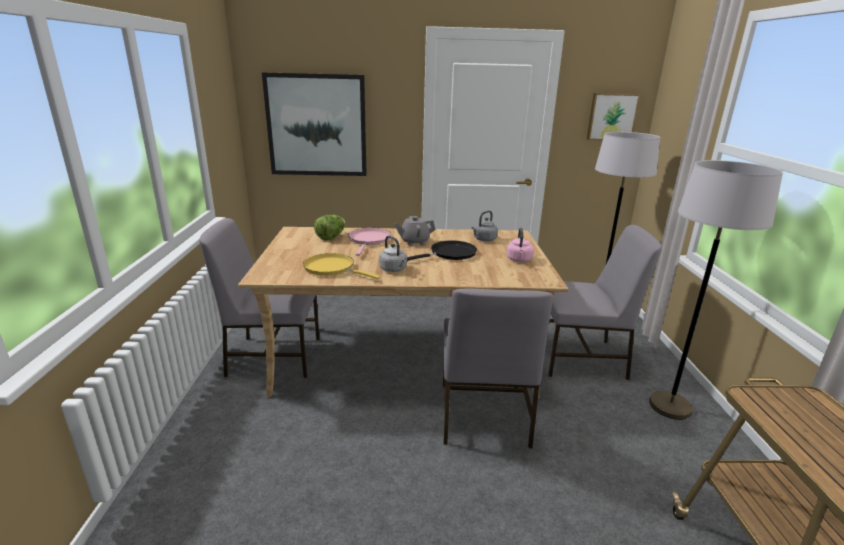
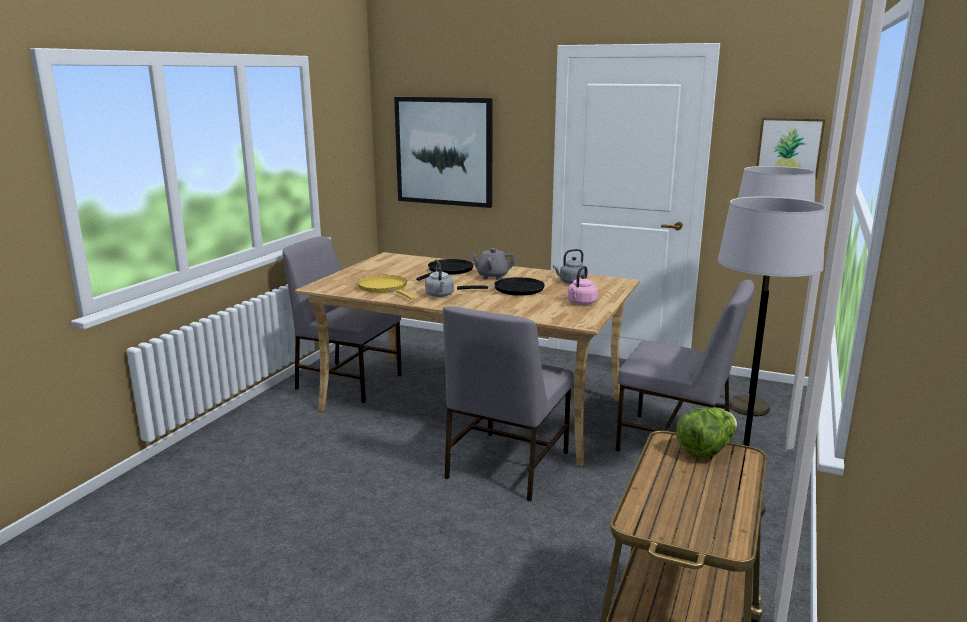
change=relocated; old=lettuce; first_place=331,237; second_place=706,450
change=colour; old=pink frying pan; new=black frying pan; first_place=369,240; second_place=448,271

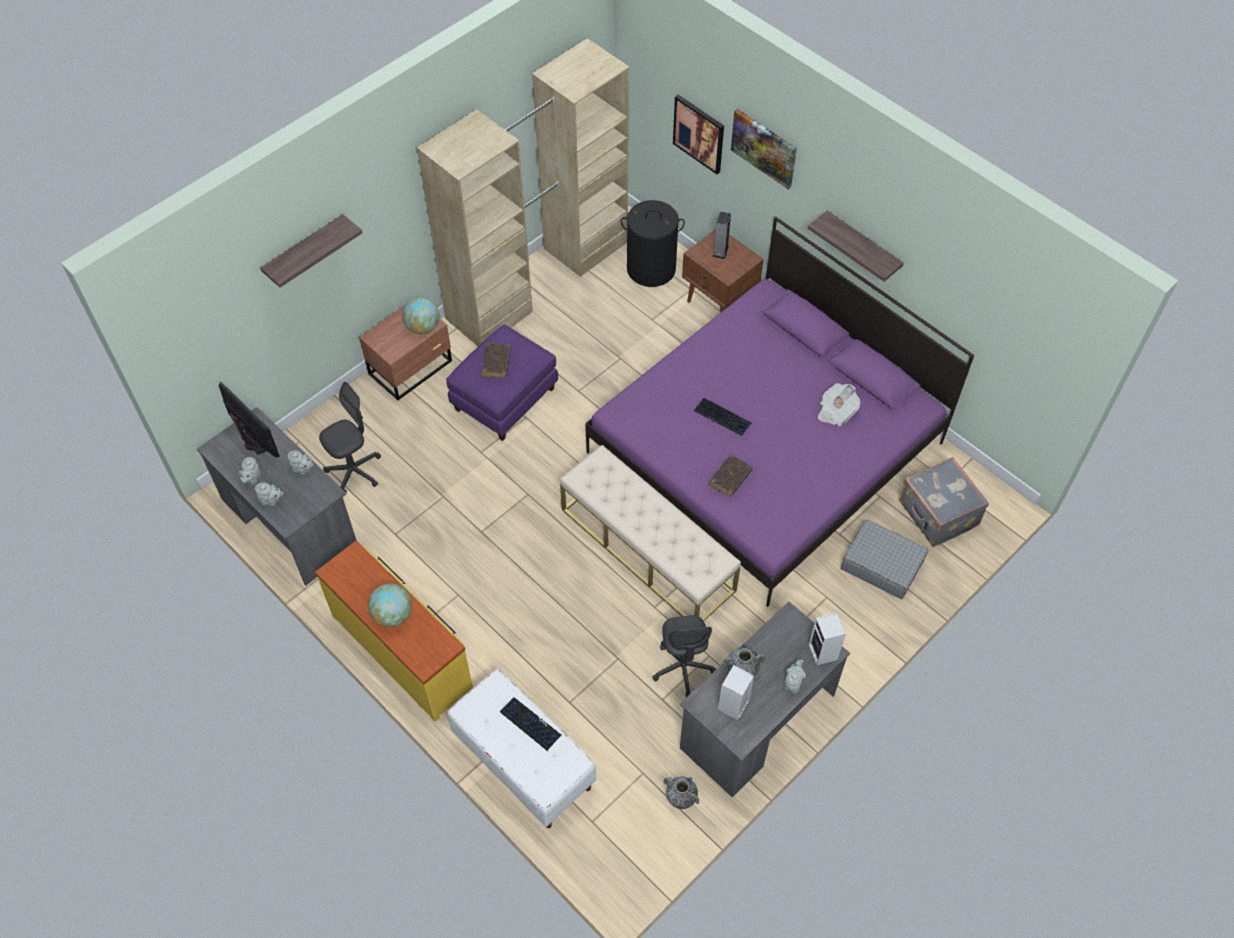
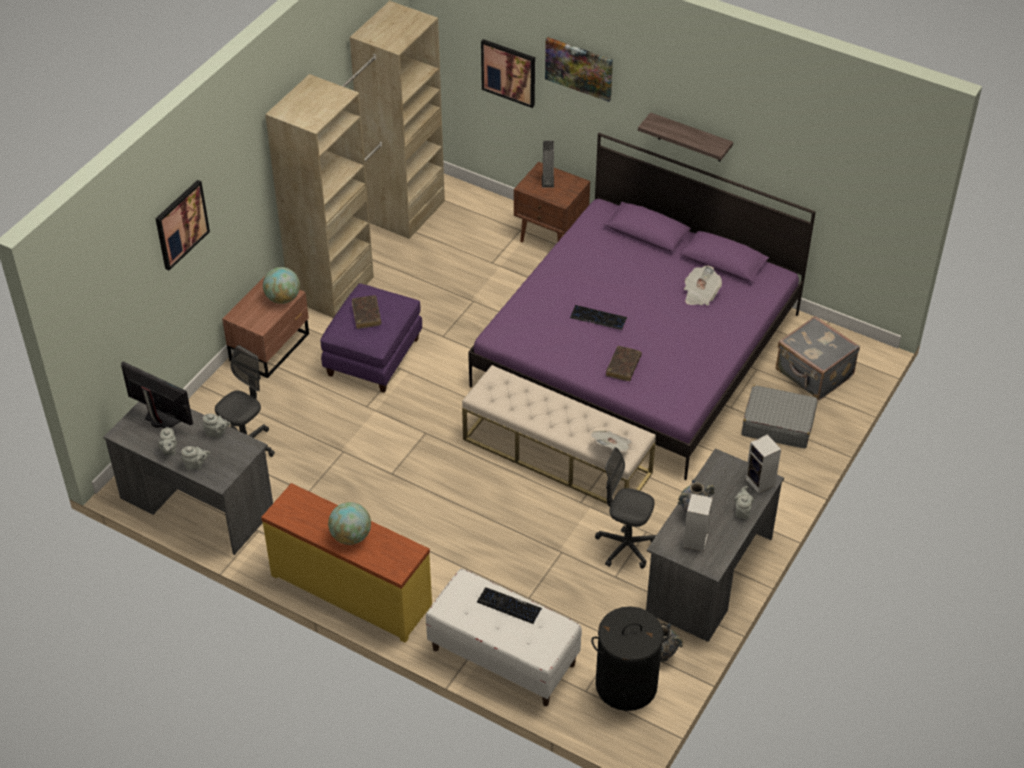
change=relocated; old=black laundry basket; first_place=651,269; second_place=626,685
change=exchanged; old=shelf; new=picture; first_place=305,251; second_place=181,224
change=spun; old=grey office chair; first_place=683,668; second_place=625,547; degrees=135
change=appeared; new=newspaper; second_place=612,448

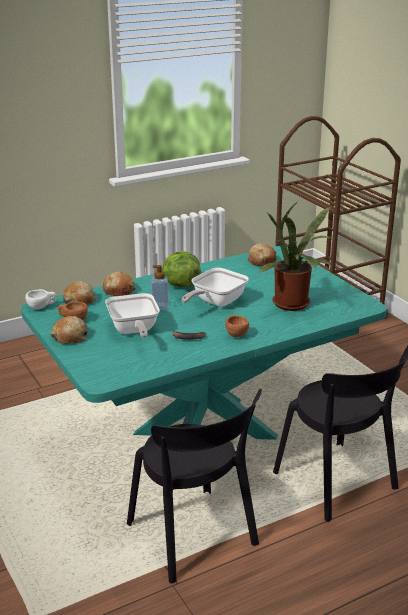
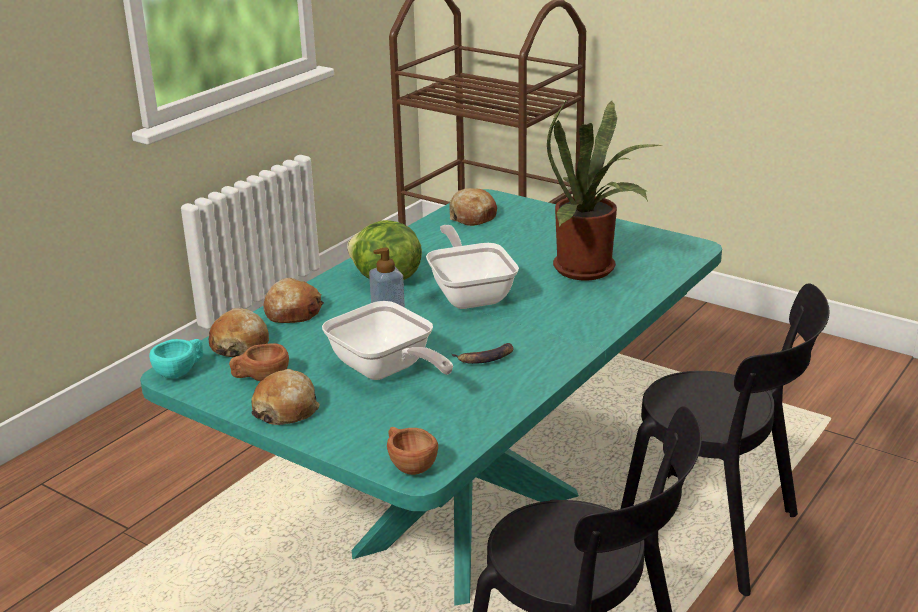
change=spun; old=frying pan; first_place=215,302; second_place=470,294; degrees=150
change=colour; old=white cup; new=turquoise cup; first_place=42,307; second_place=181,371
change=relocated; old=brown cup; first_place=236,333; second_place=409,465

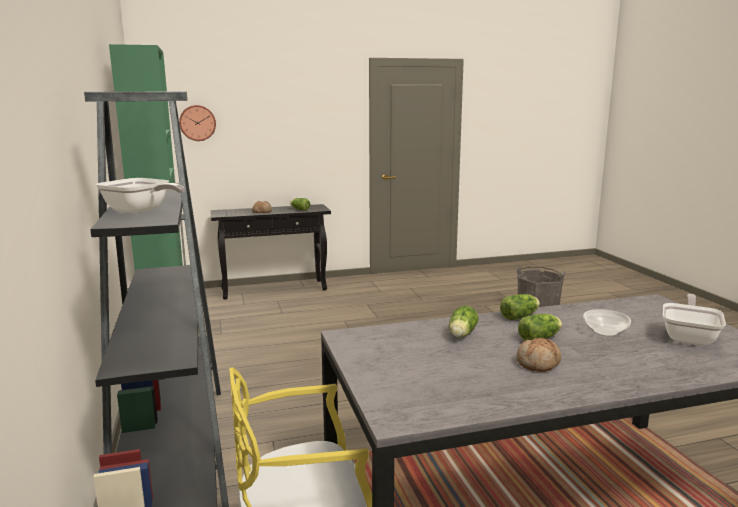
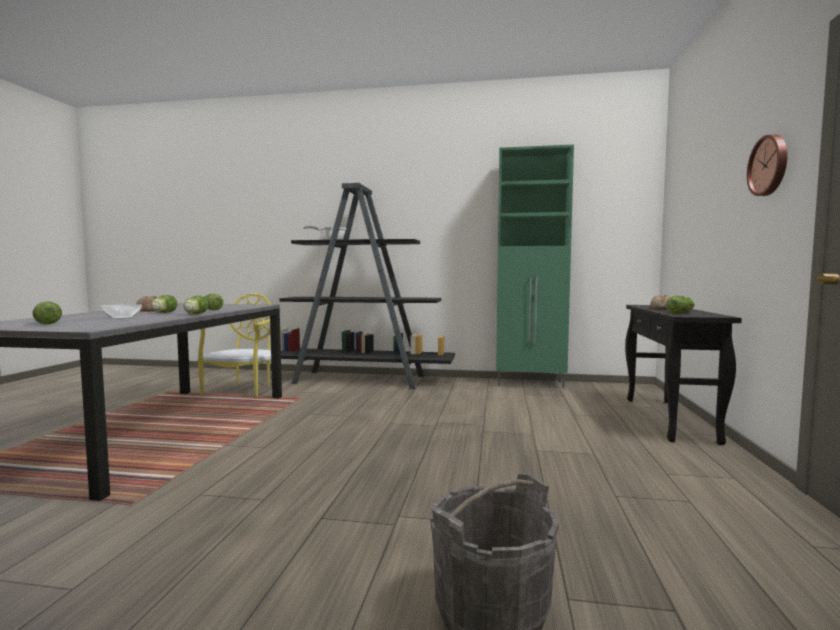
change=relocated; old=wall clock; first_place=197,123; second_place=769,165
change=exchanged; old=frying pan; new=lettuce; first_place=689,337; second_place=48,323

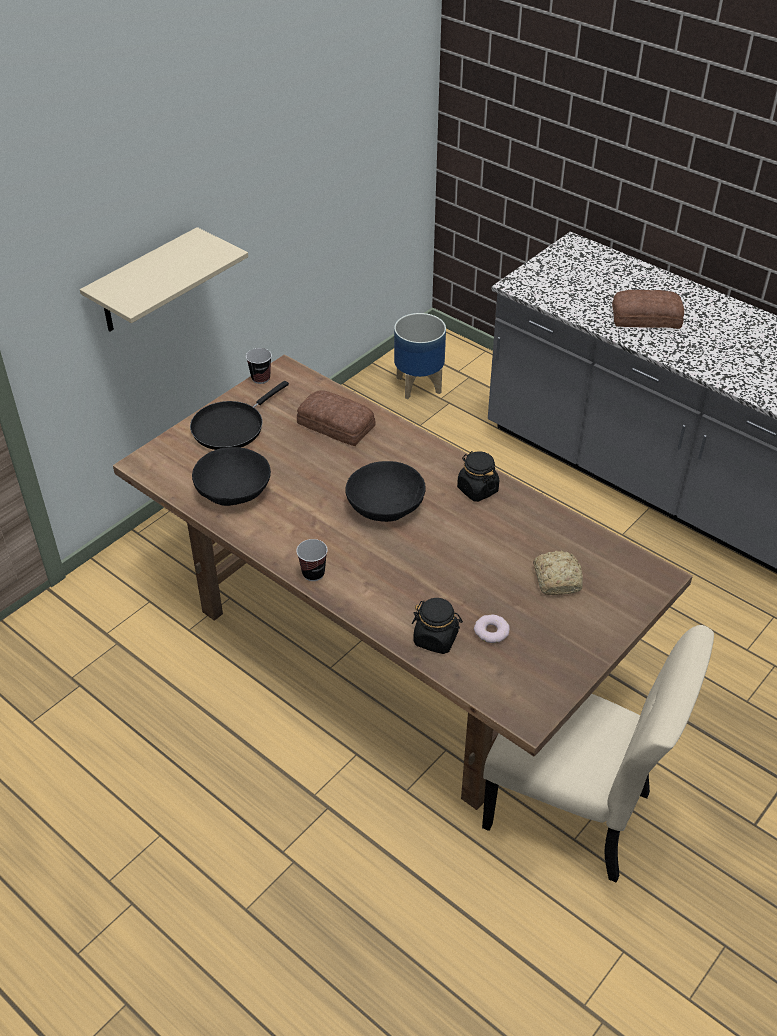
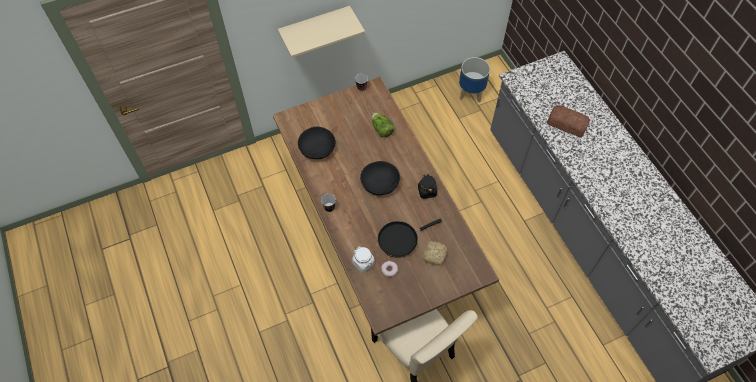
change=relocated; old=black frying pan; first_place=231,427; second_place=400,239
change=exchanged; old=bread; new=lettuce; first_place=336,426; second_place=381,129
change=colour; old=black jar; new=white jar; first_place=436,638; second_place=363,263

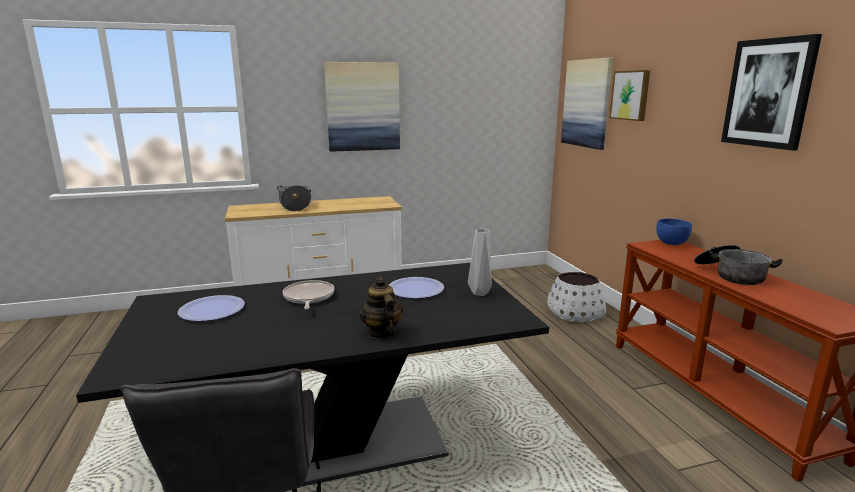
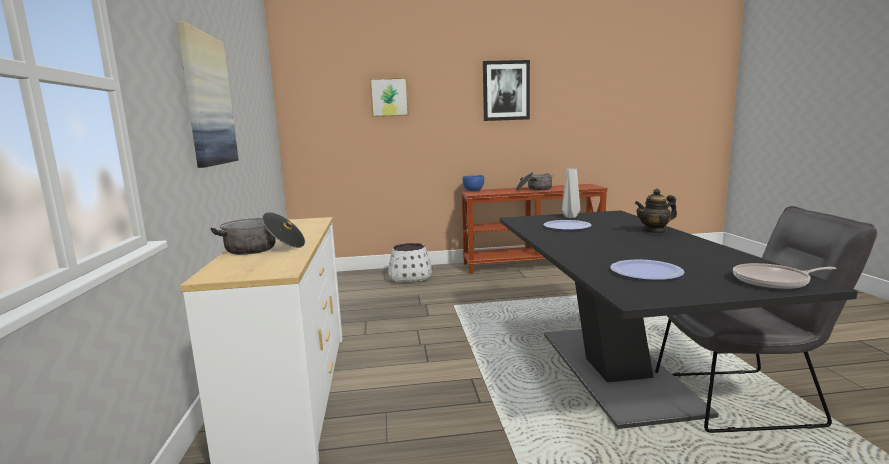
change=missing; old=picture; first_place=587,103
change=relocated; old=frying pan; first_place=308,298; second_place=774,281

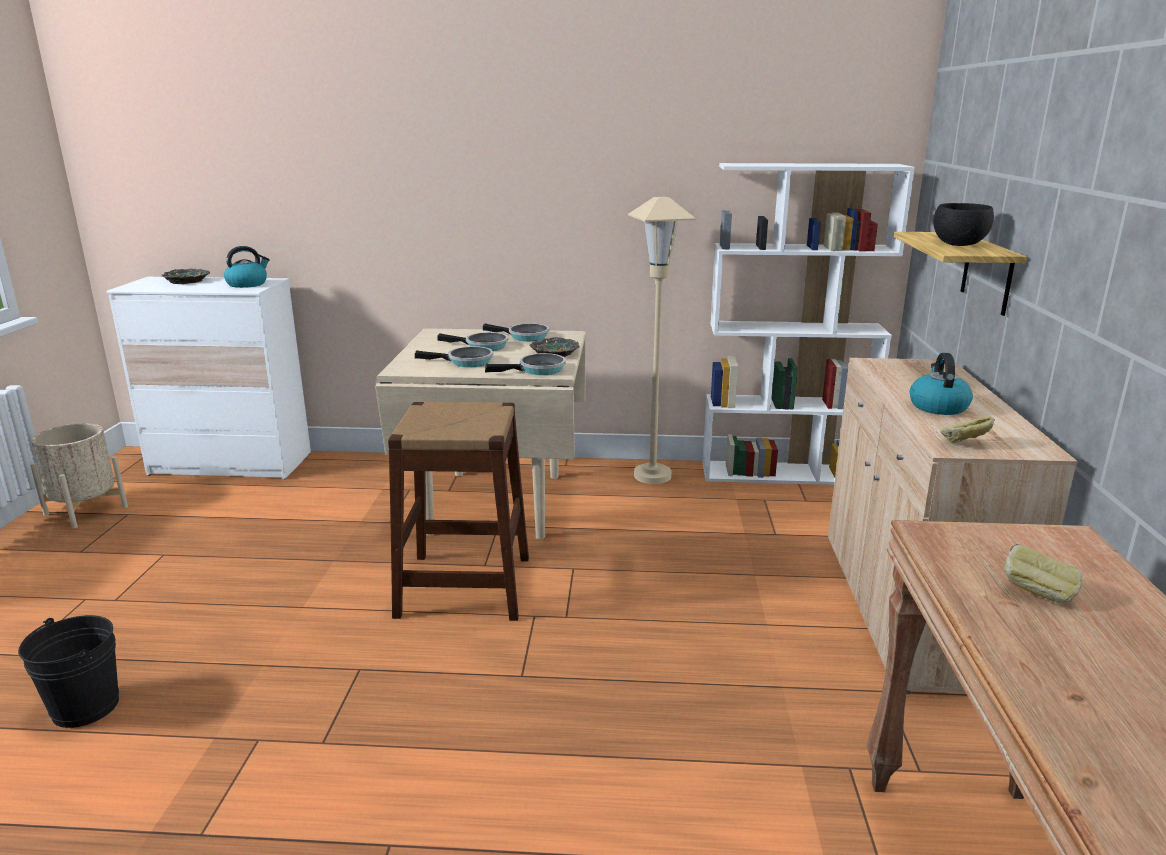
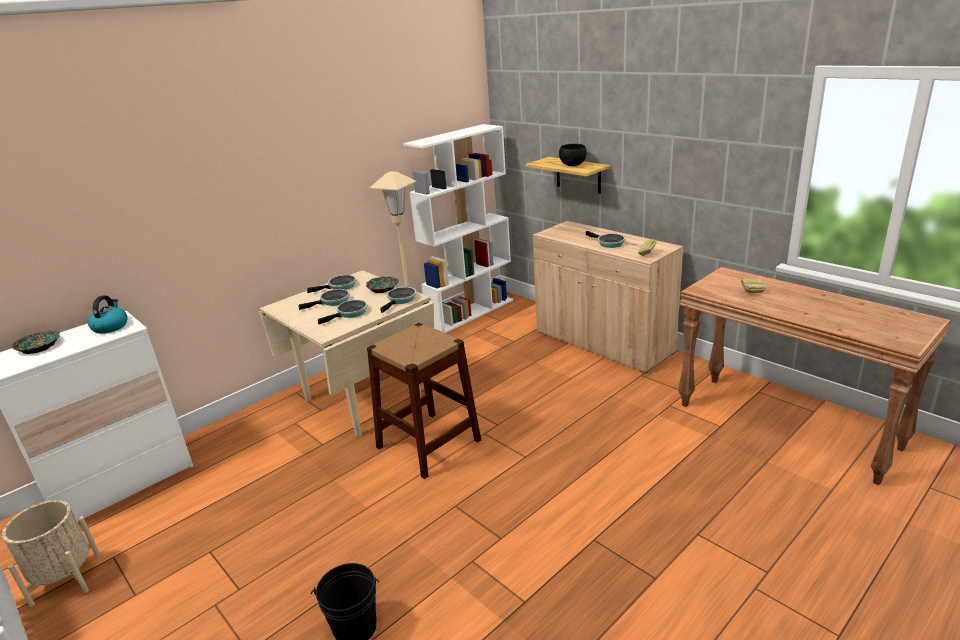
change=exchanged; old=kettle; new=frying pan; first_place=937,406; second_place=608,243

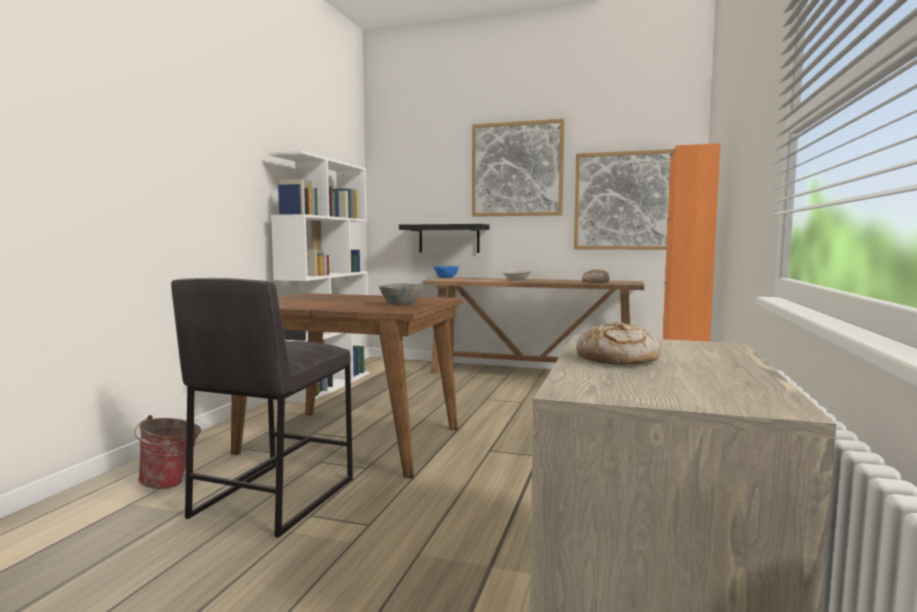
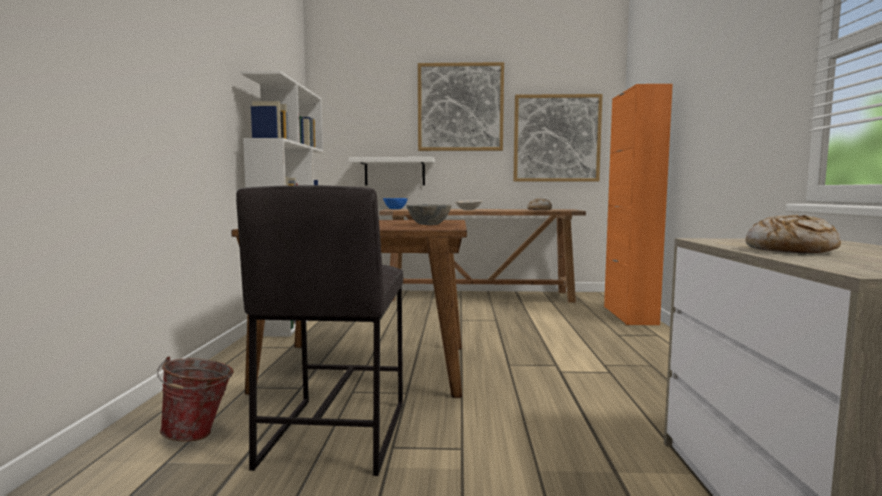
change=colour; old=black shelf; new=white shelf; first_place=449,238; second_place=394,172

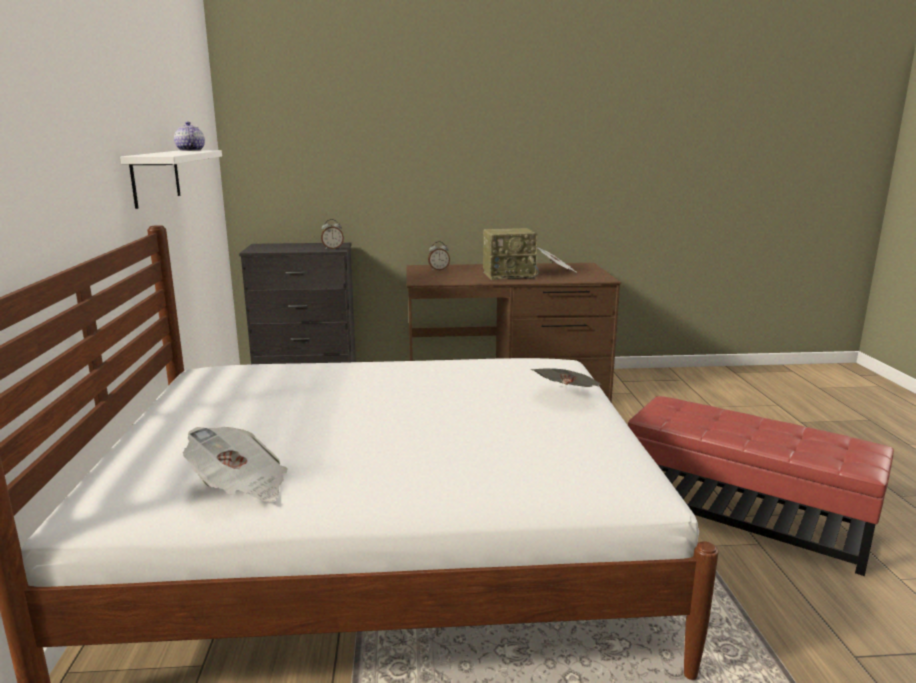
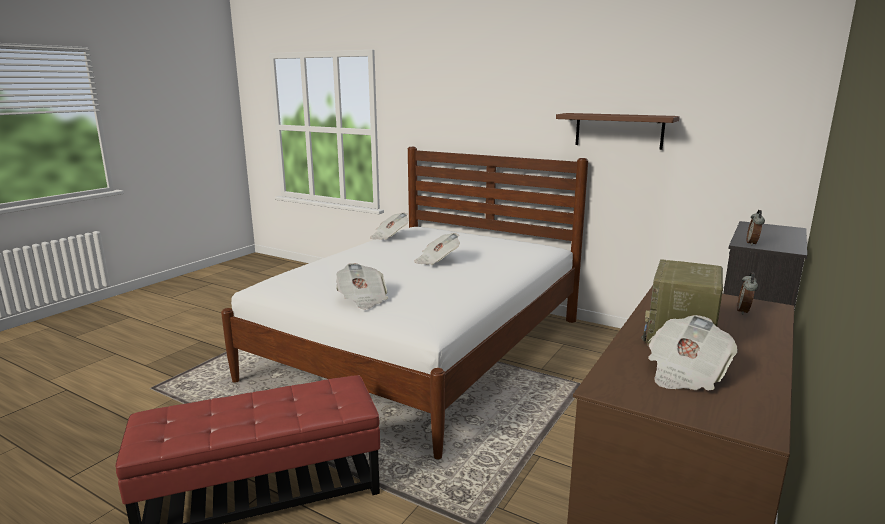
change=missing; old=teapot; first_place=190,150
change=colour; old=white shelf; new=brown shelf; first_place=155,177; second_place=618,130
change=appeared; new=newspaper; second_place=437,261

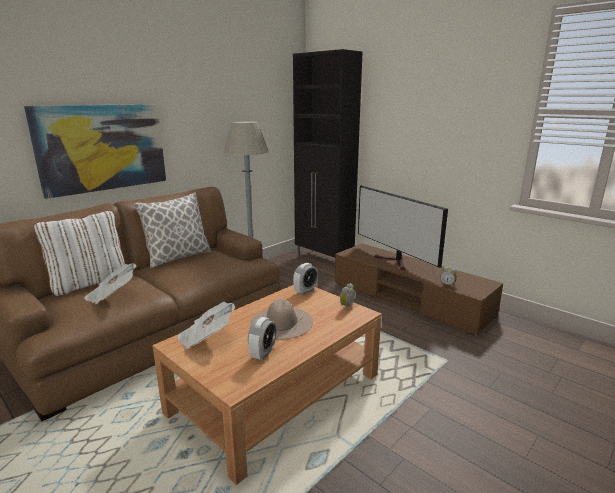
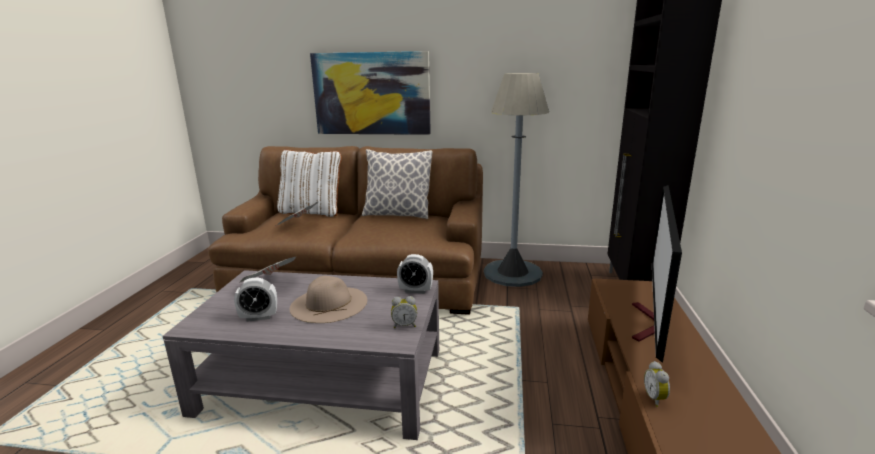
change=colour; old=brown coffee table; new=grey coffee table; first_place=277,392; second_place=324,381

